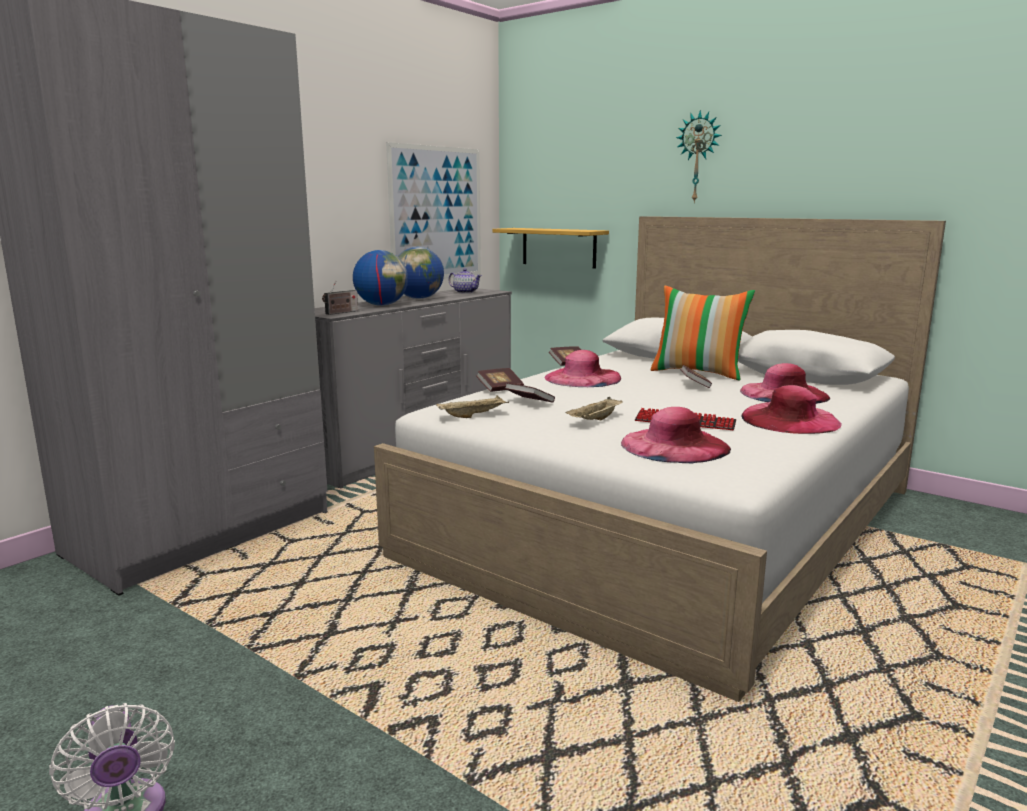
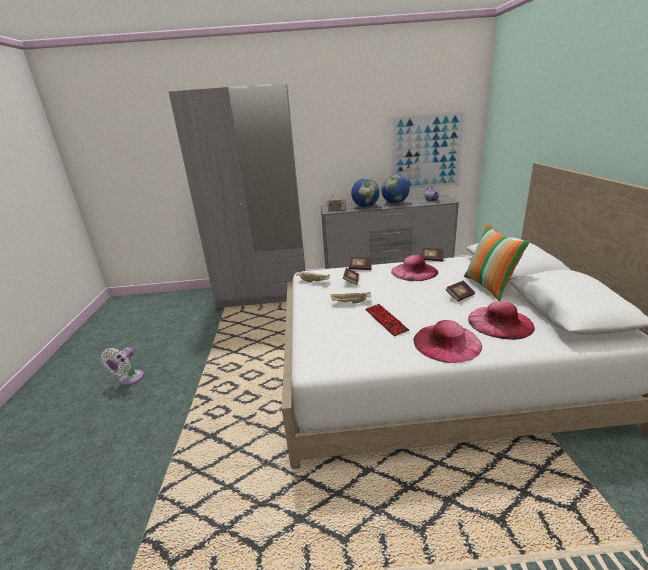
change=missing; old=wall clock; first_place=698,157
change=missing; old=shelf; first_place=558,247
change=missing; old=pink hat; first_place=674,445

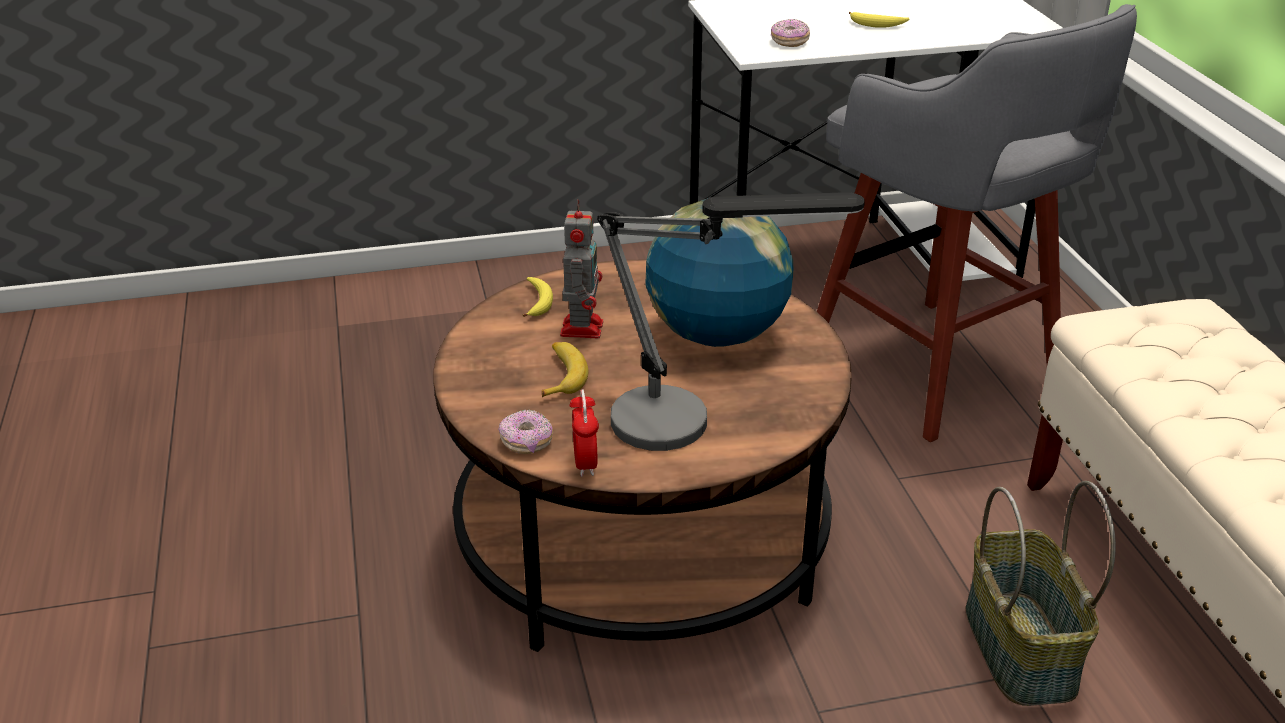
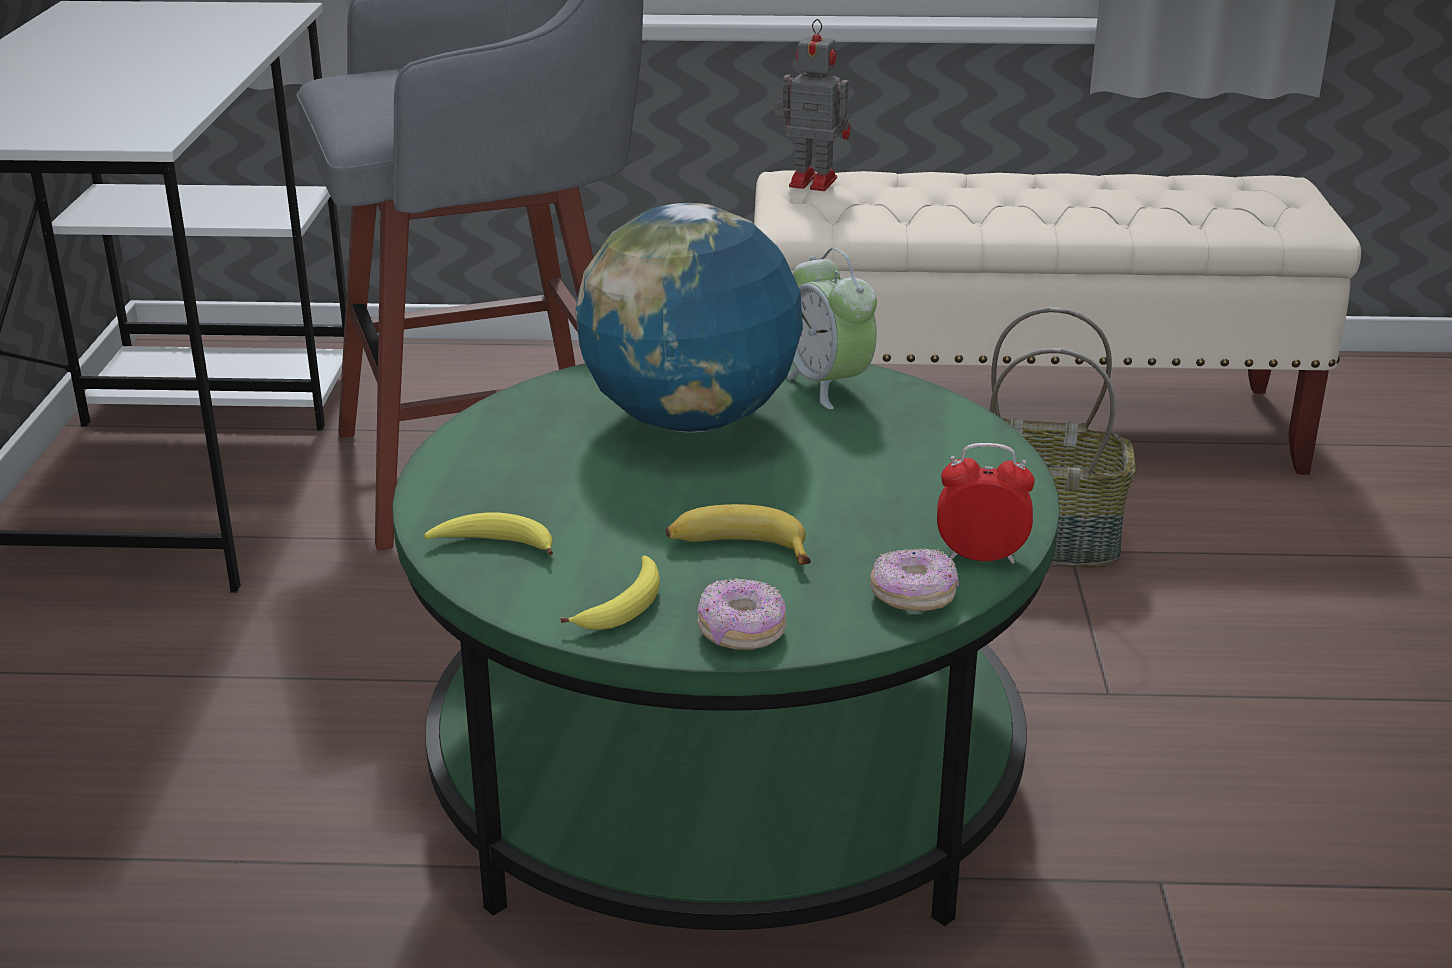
change=relocated; old=banana; first_place=877,24; second_place=623,606
change=relocated; old=donut; first_place=789,42; second_place=741,632
change=missing; old=table lamp; first_place=689,423
change=relocated; old=toy robot; first_place=582,327; second_place=810,182
change=colour; old=brown coffee table; new=green coffee table; first_place=642,534; second_place=725,773
change=appeared; new=alarm clock; second_place=828,385

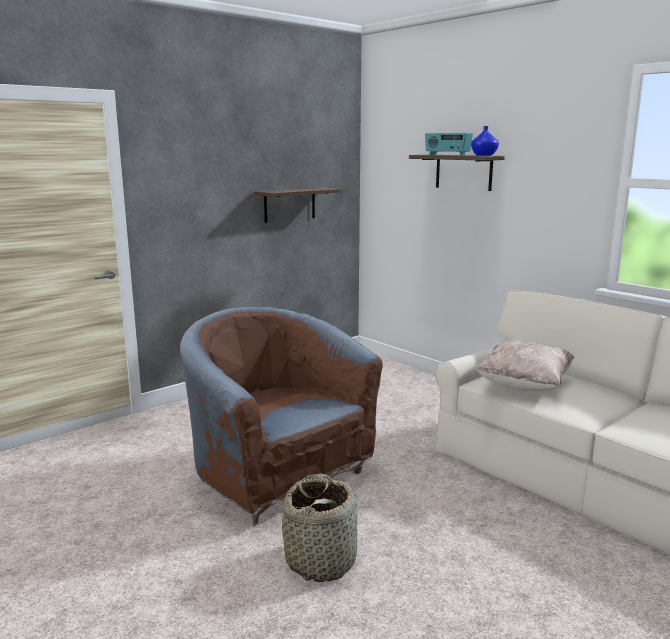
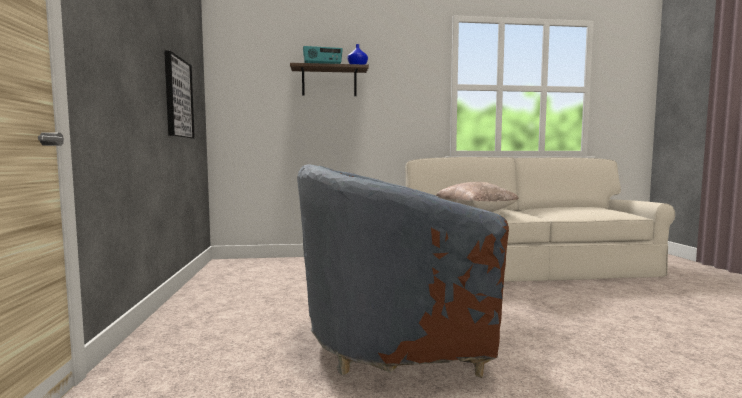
change=exchanged; old=shelf; new=picture; first_place=289,204; second_place=177,98
change=missing; old=basket; first_place=321,560

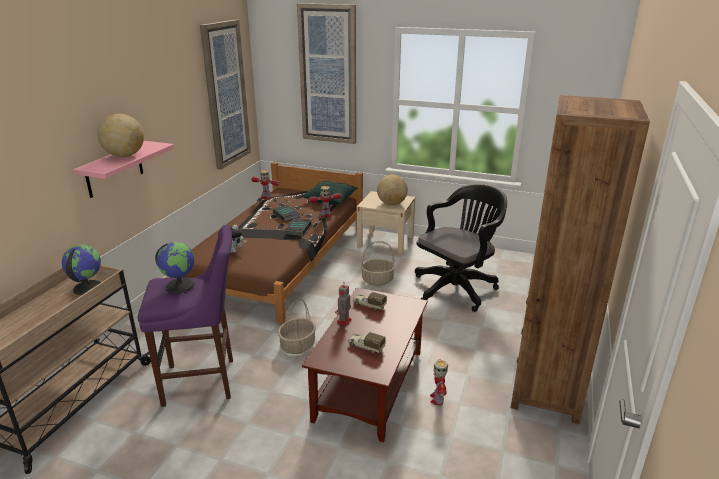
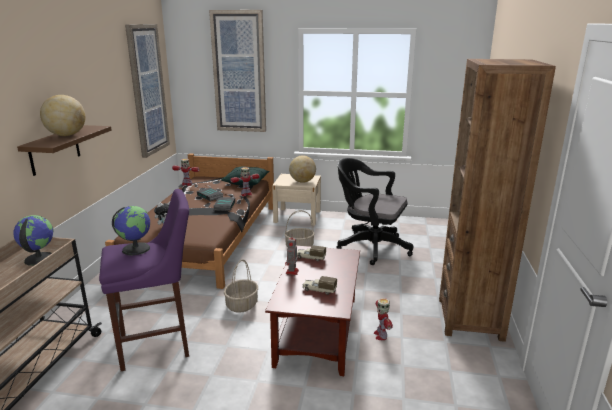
change=colour; old=pink shelf; new=brown shelf; first_place=114,169; second_place=55,150
change=spun; old=black office chair; first_place=457,287; second_place=370,247; degrees=-105

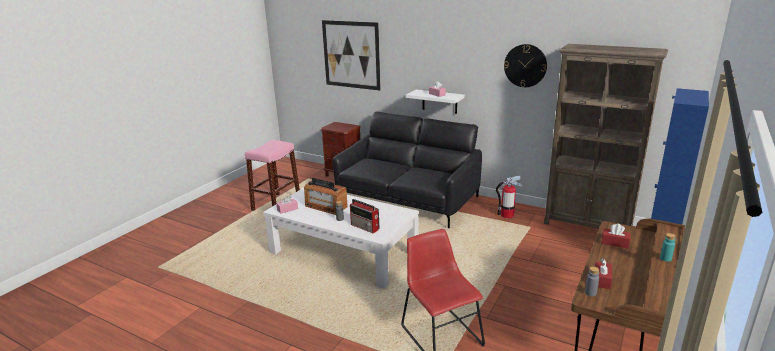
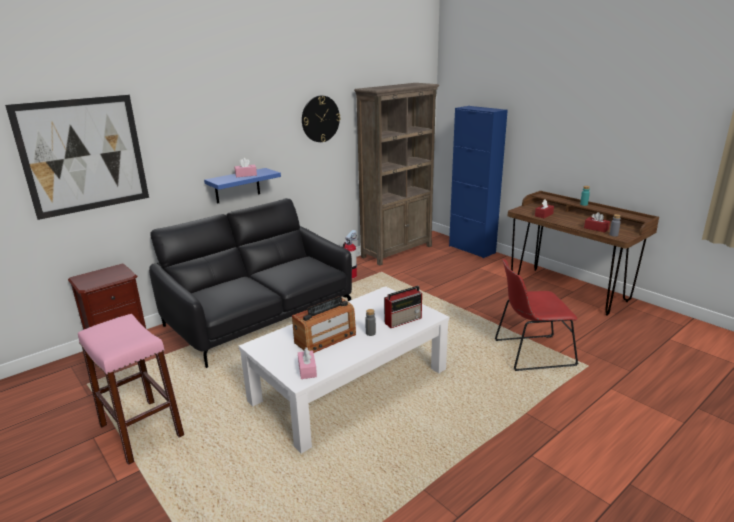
change=colour; old=white shelf; new=blue shelf; first_place=439,101; second_place=237,186

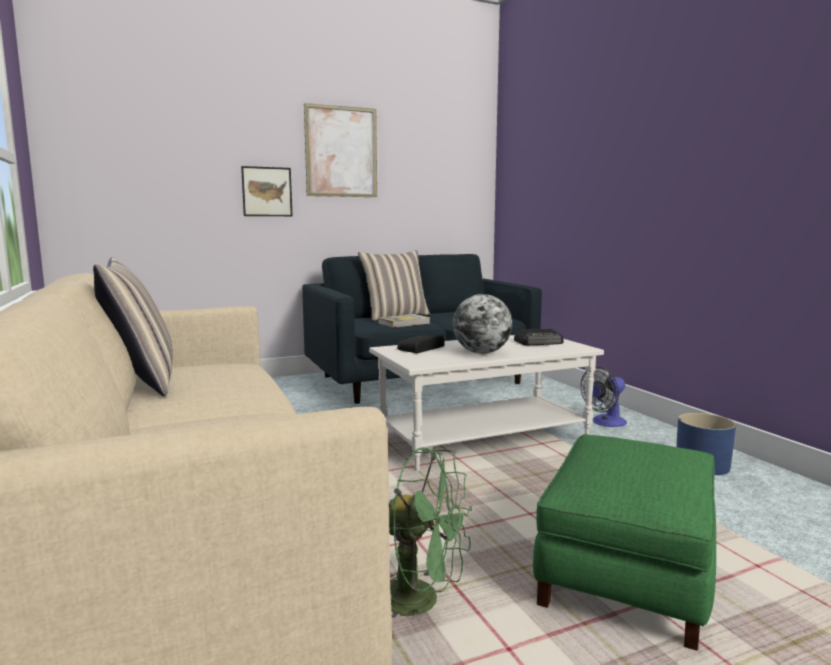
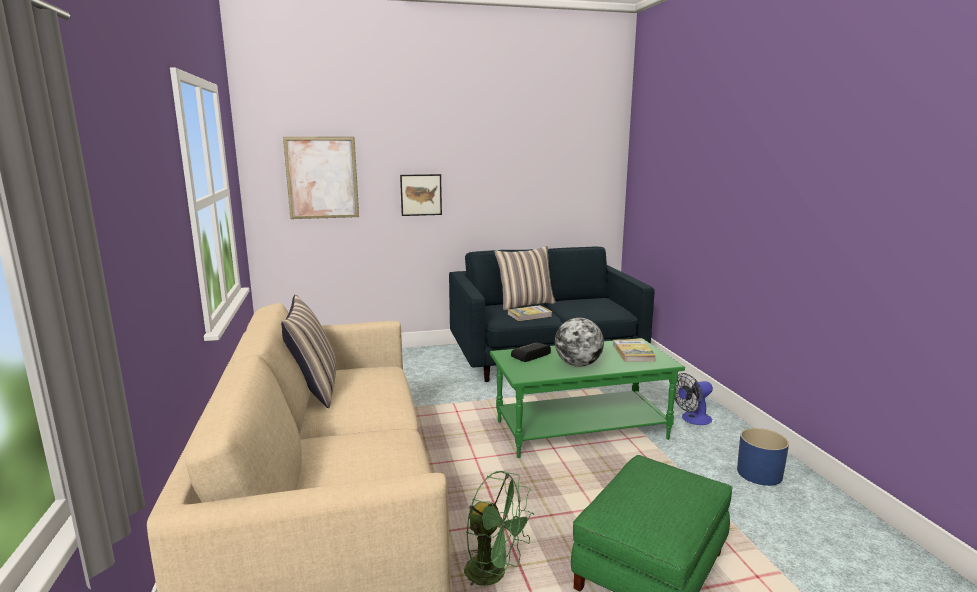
change=relocated; old=picture; first_place=341,152; second_place=322,178
change=exchanged; old=radio; new=book; first_place=539,342; second_place=633,353
change=colour; old=white coffee table; new=green coffee table; first_place=484,439; second_place=581,430

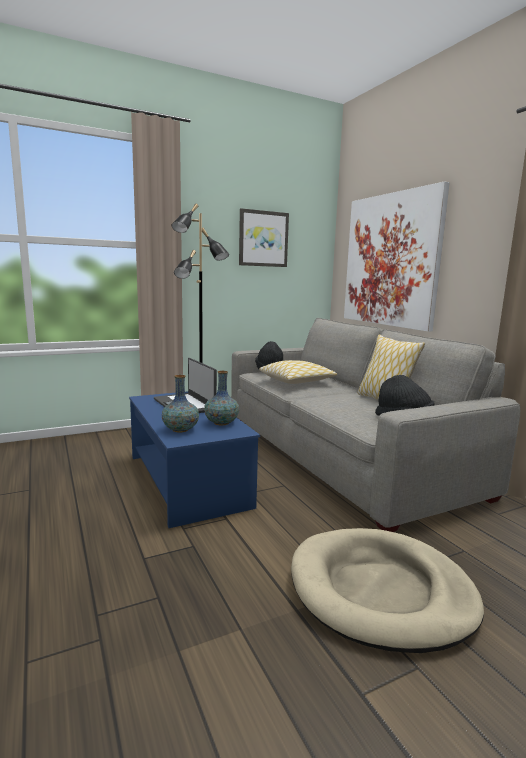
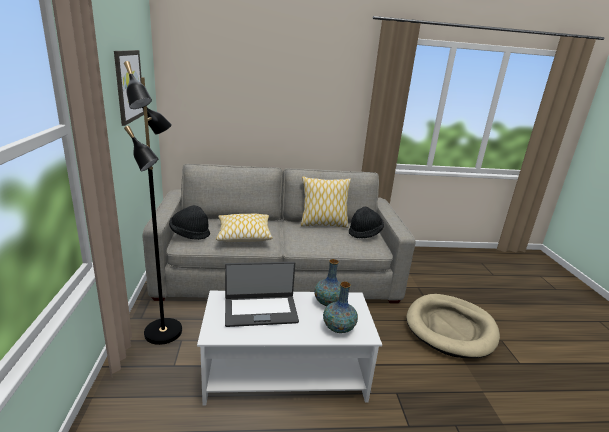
change=missing; old=picture; first_place=391,260
change=colour; old=blue coffee table; new=white coffee table; first_place=187,481; second_place=286,371

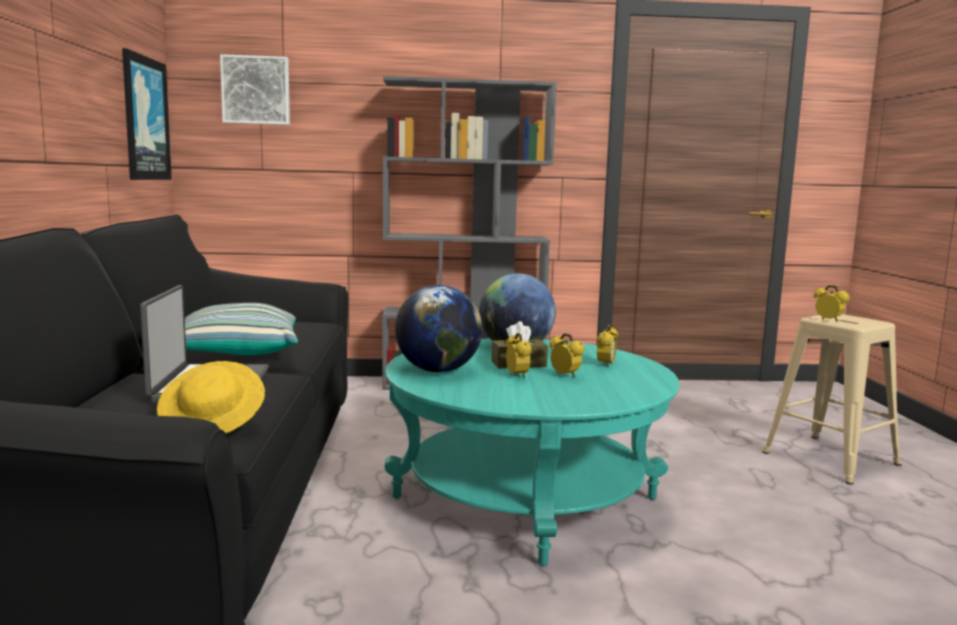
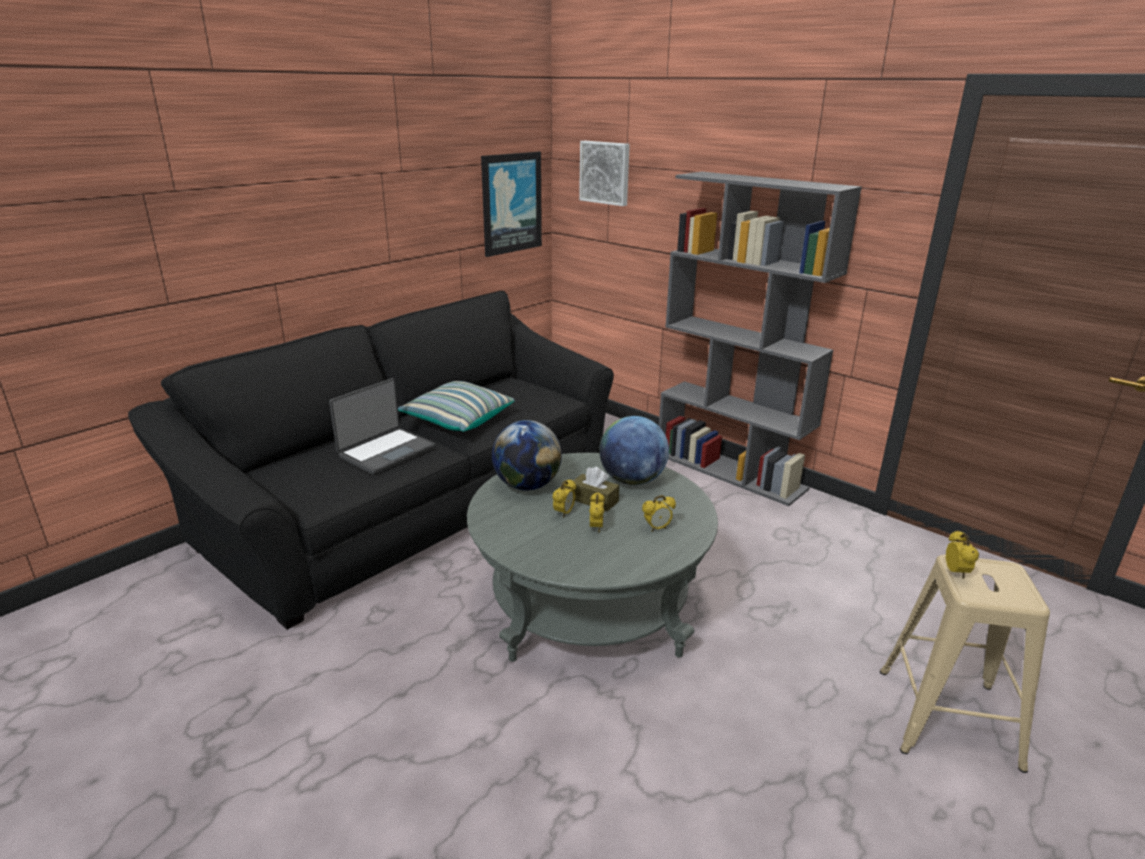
change=colour; old=turquoise coffee table; new=grey coffee table; first_place=524,498; second_place=589,603
change=missing; old=yellow hat; first_place=213,422

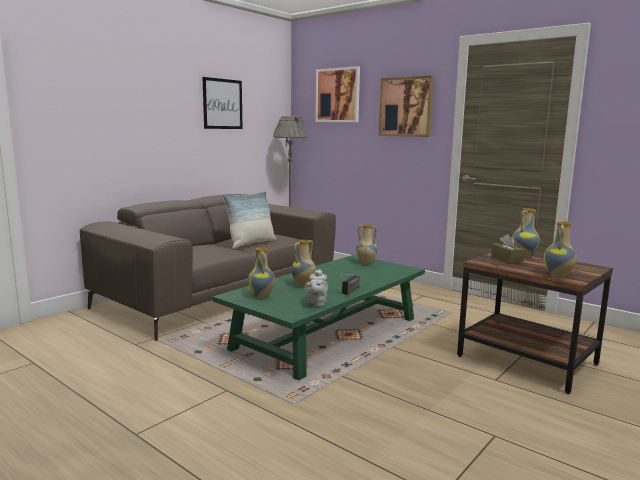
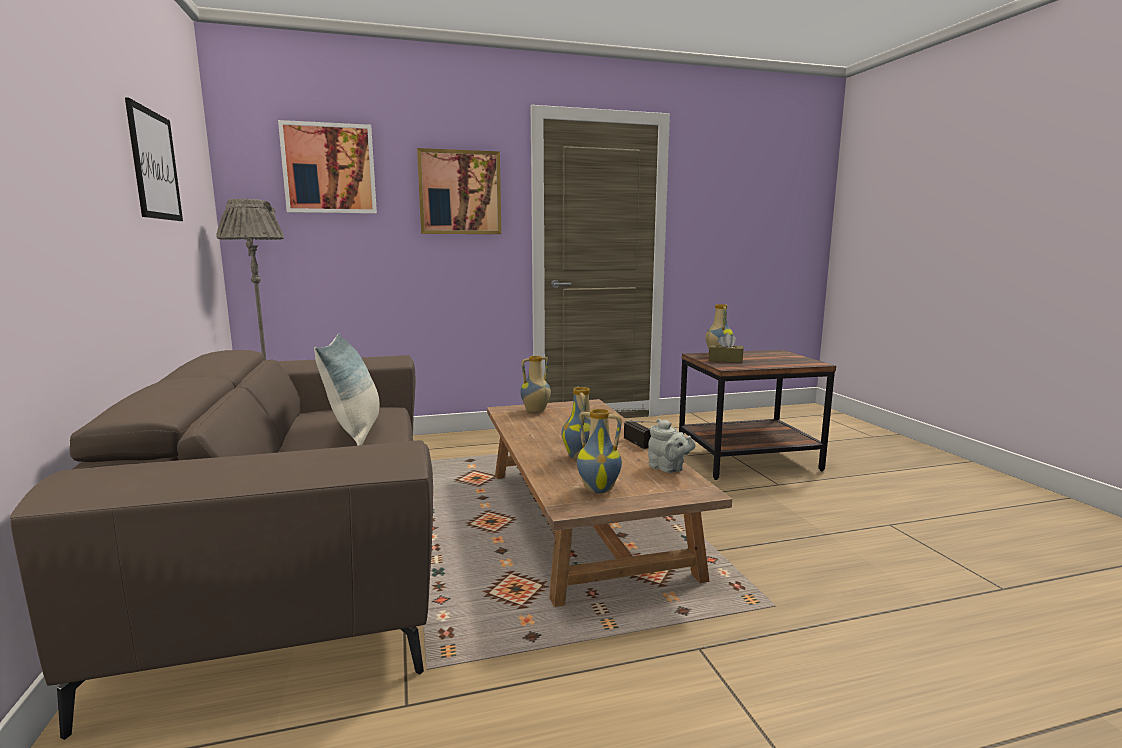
change=missing; old=vase; first_place=558,276
change=colour; old=green coffee table; new=brown coffee table; first_place=327,333; second_place=579,518

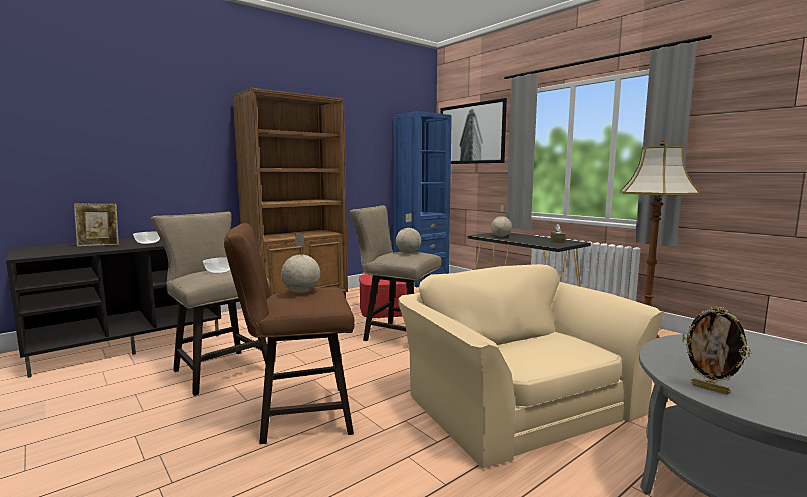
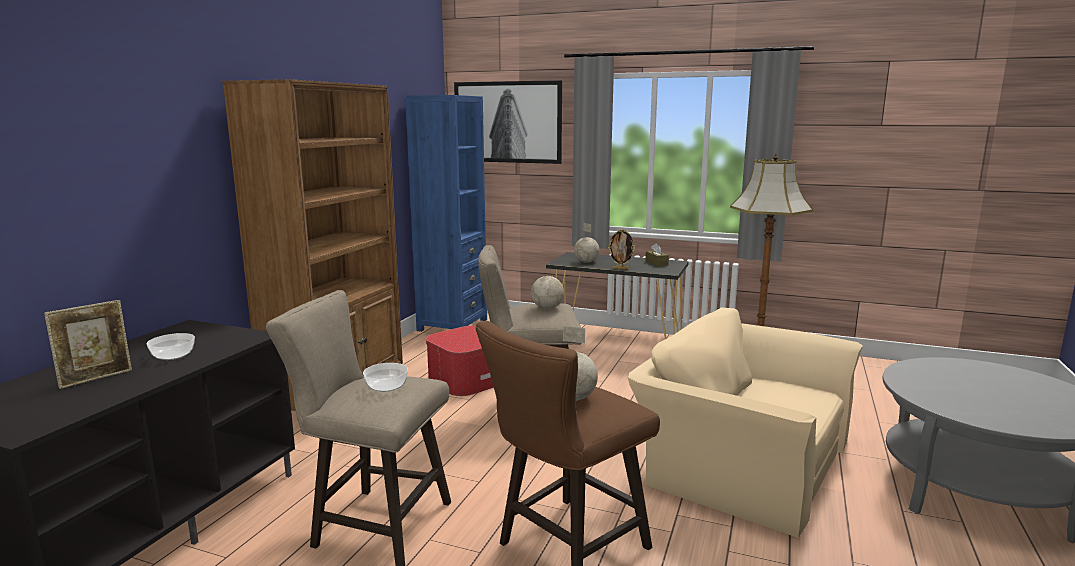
change=relocated; old=picture frame; first_place=710,388; second_place=620,268

